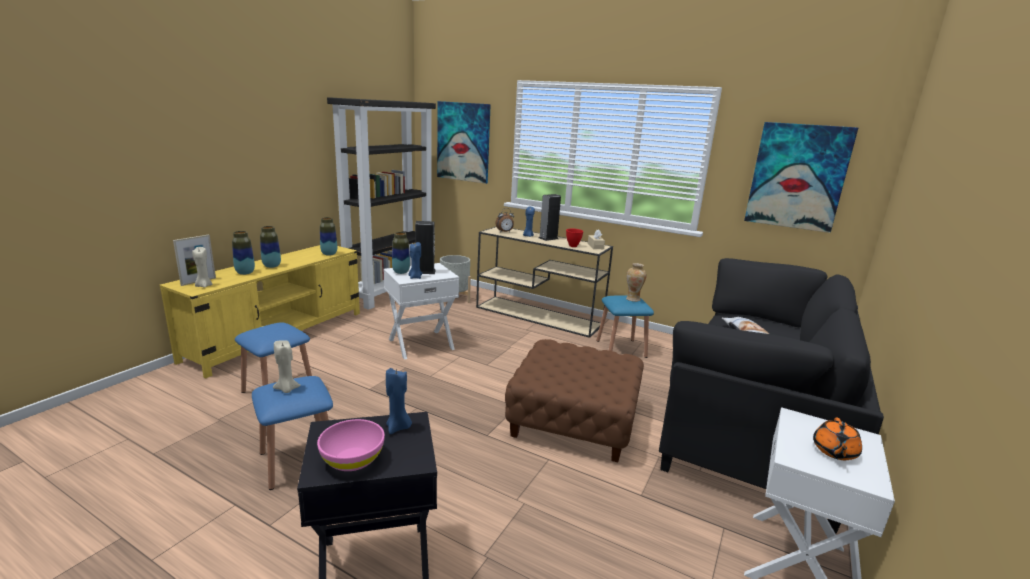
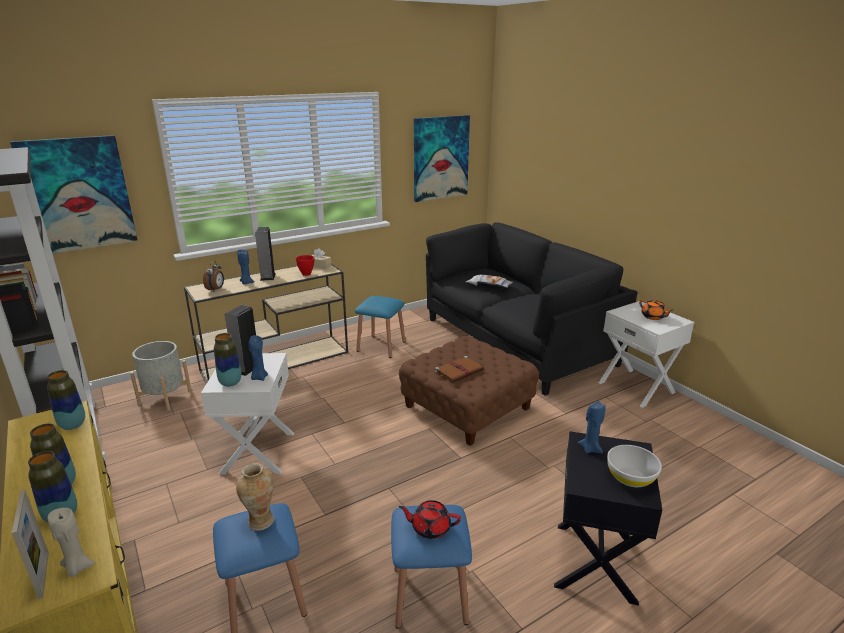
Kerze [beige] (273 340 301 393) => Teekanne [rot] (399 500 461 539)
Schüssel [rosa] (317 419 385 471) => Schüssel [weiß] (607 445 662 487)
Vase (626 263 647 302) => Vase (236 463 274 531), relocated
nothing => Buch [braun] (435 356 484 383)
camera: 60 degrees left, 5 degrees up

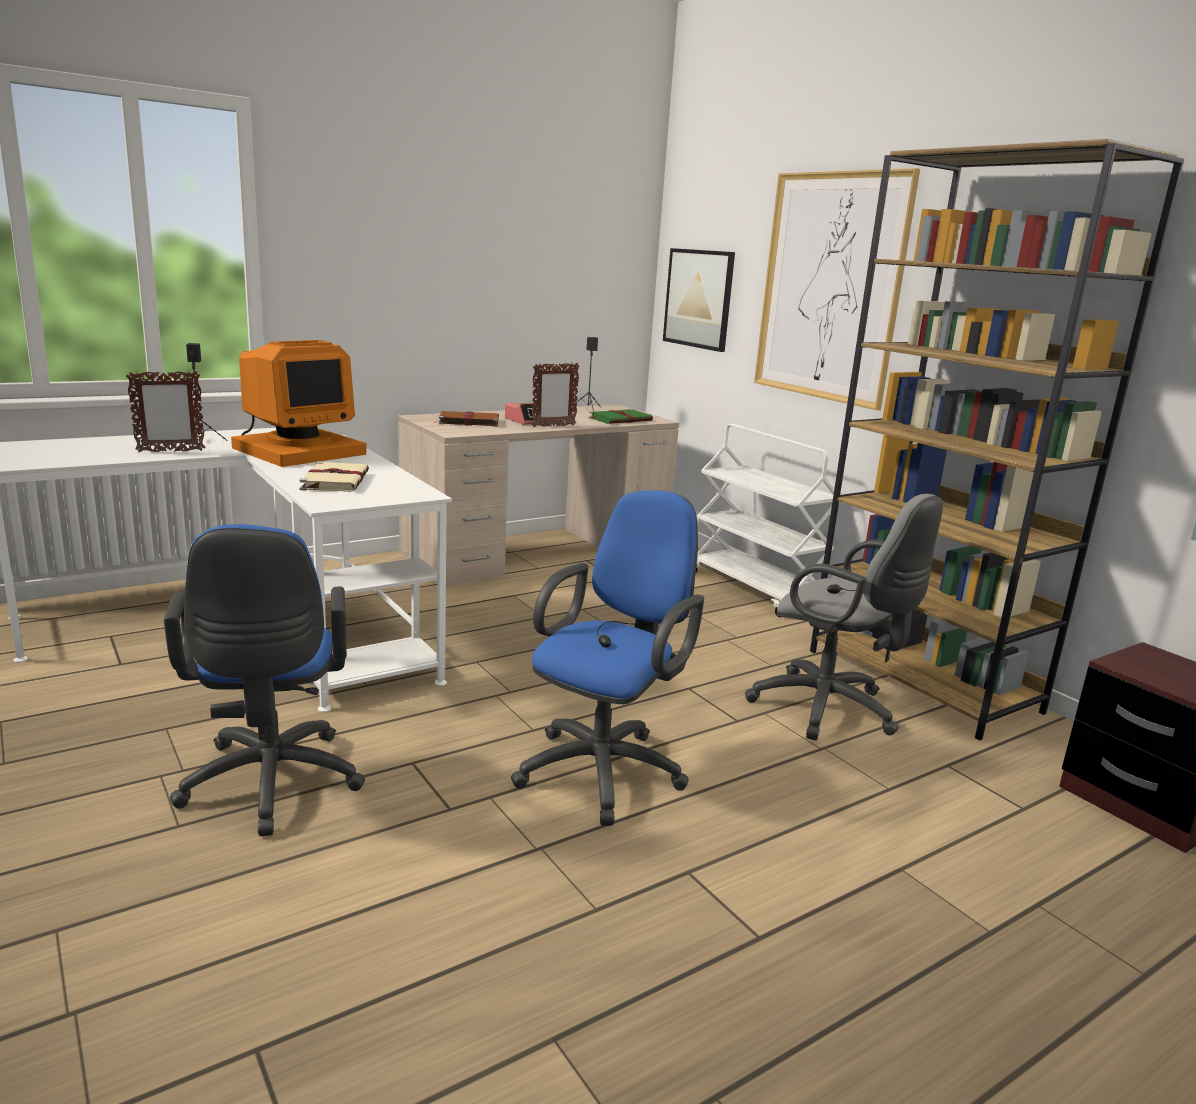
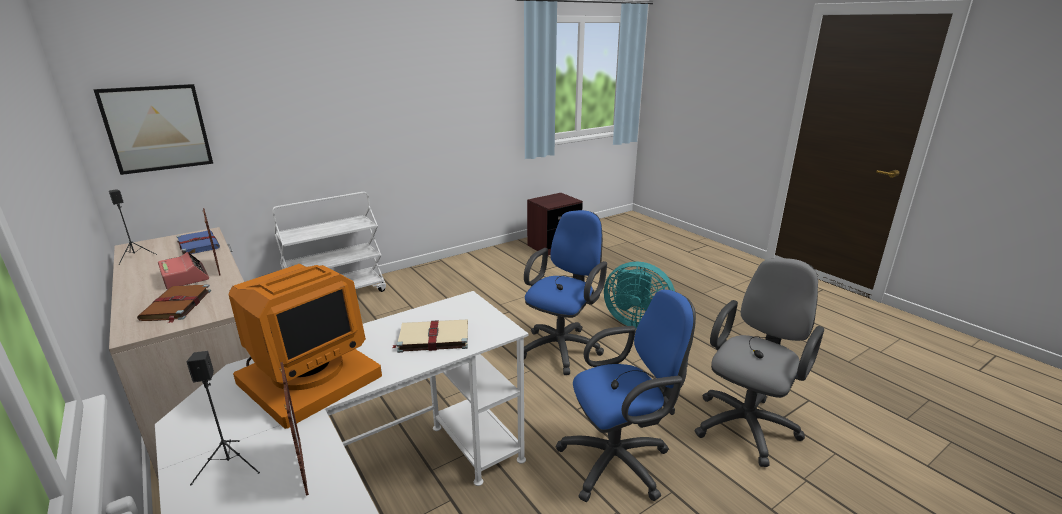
Monitor (231 340 366 467) => Monitor (229 264 382 429), 90 degrees clockwise
Bürostuhl [blau] (511 490 704 826) => Bürostuhl [blau] (524 210 607 375), 90 degrees clockwise
Buch [grün] (589 409 653 424) => Buch [blau] (176 230 220 255)
Bürostuhl [grau] (745 494 943 740) => Bürostuhl [grau] (695 258 824 467), relocated
Bild (754 168 920 410) => nothing
Bücherregal [braun] (810 139 1185 740) => nothing
nothing => Ventilator [türkis] (604 262 675 329)
camera: 90 degrees left, 5 degrees up

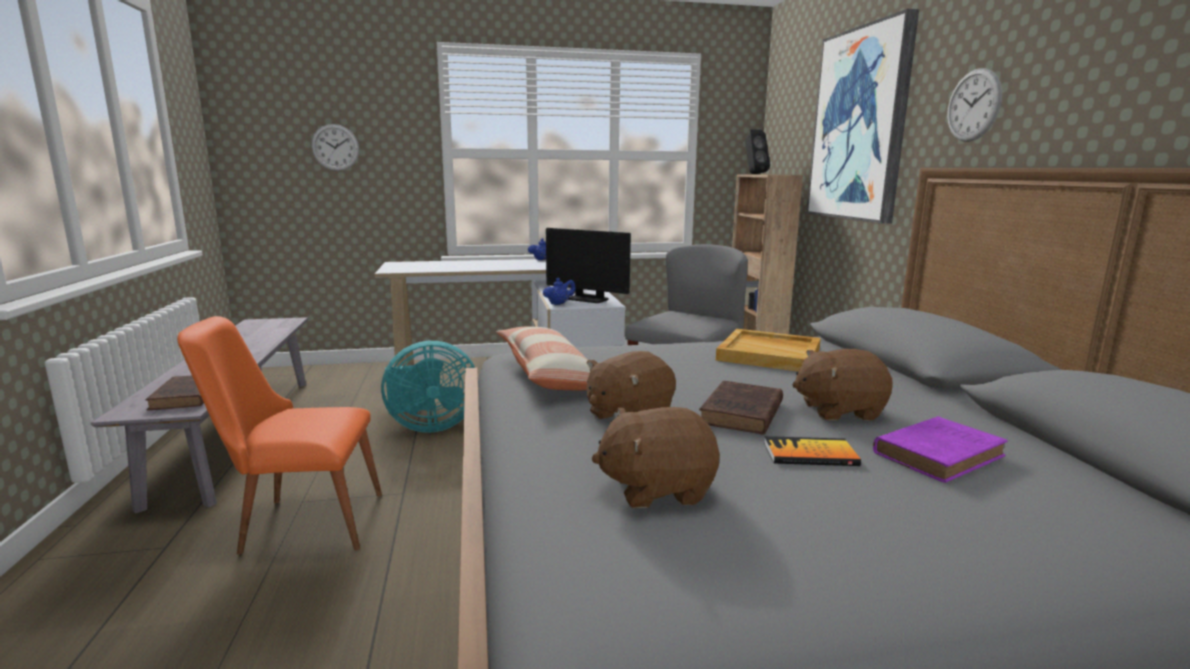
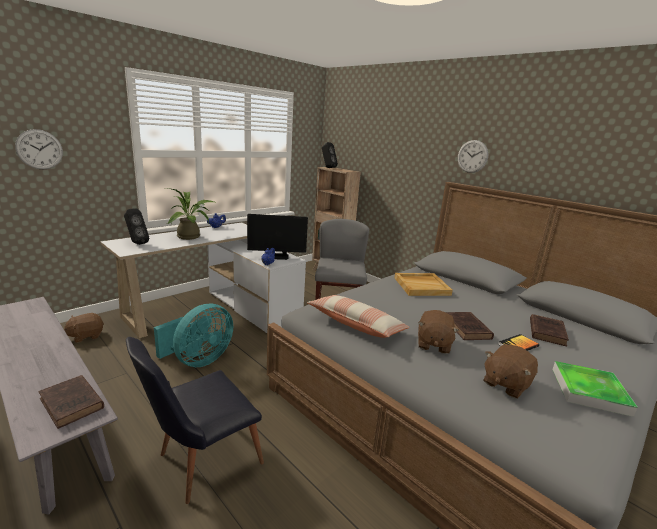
Stuhl [orange] (177 316 382 555) => Stuhl [schwarz] (126 337 264 504)
Plüschtier [braun] (792 349 893 421) => Plüschtier [braun] (64 313 104 343), relocated
Bild (807 9 919 224) => nothing
Buch [lila] (873 416 1008 483) => Buch [braun] (530 314 569 346)
nothing => Lautsprecher [schwarz] (124 208 149 245)
nothing => Topfpflanze (165 188 217 240)
nothing => Tablett (553 361 638 417)
camera: 35 degrees left, 5 degrees up

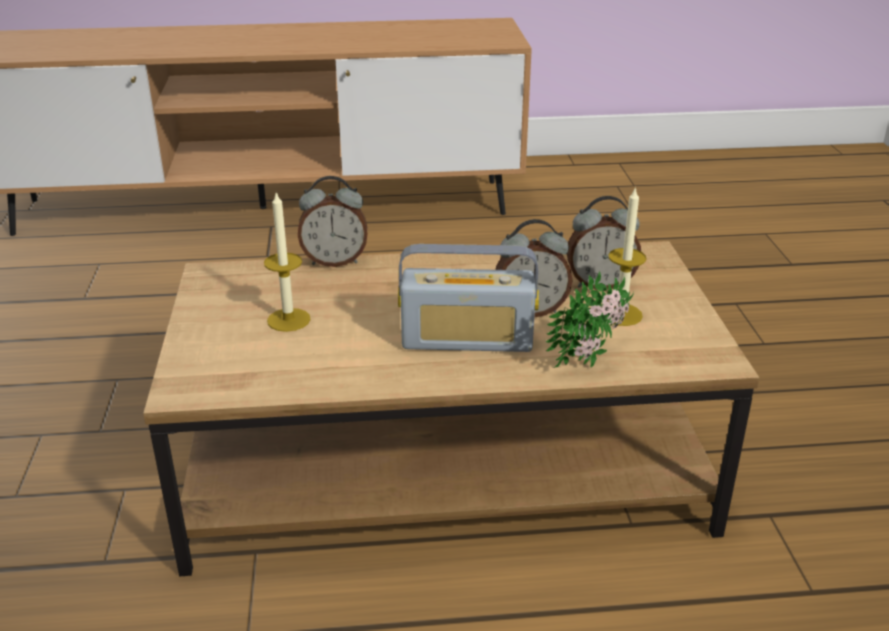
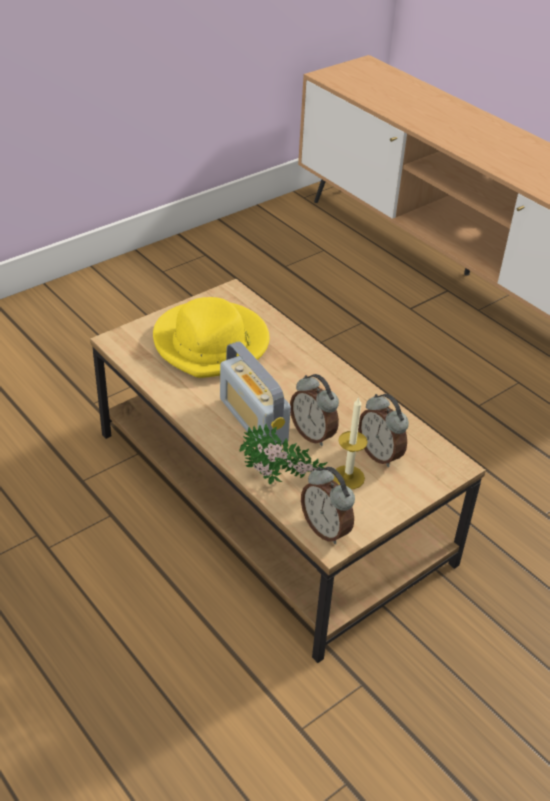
Kerze (264 193 311 332) => Hut [gelb] (153 297 270 378)
Wecker (298 176 368 267) => Wecker (301 467 355 544), relocated
camera: 55 degrees right, 10 degrees up

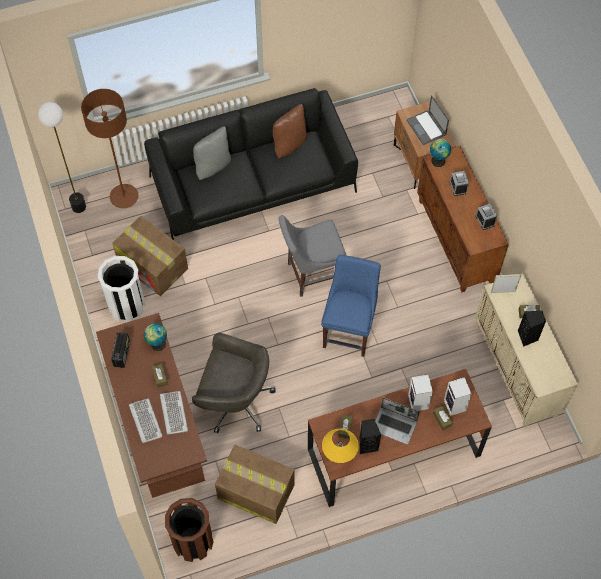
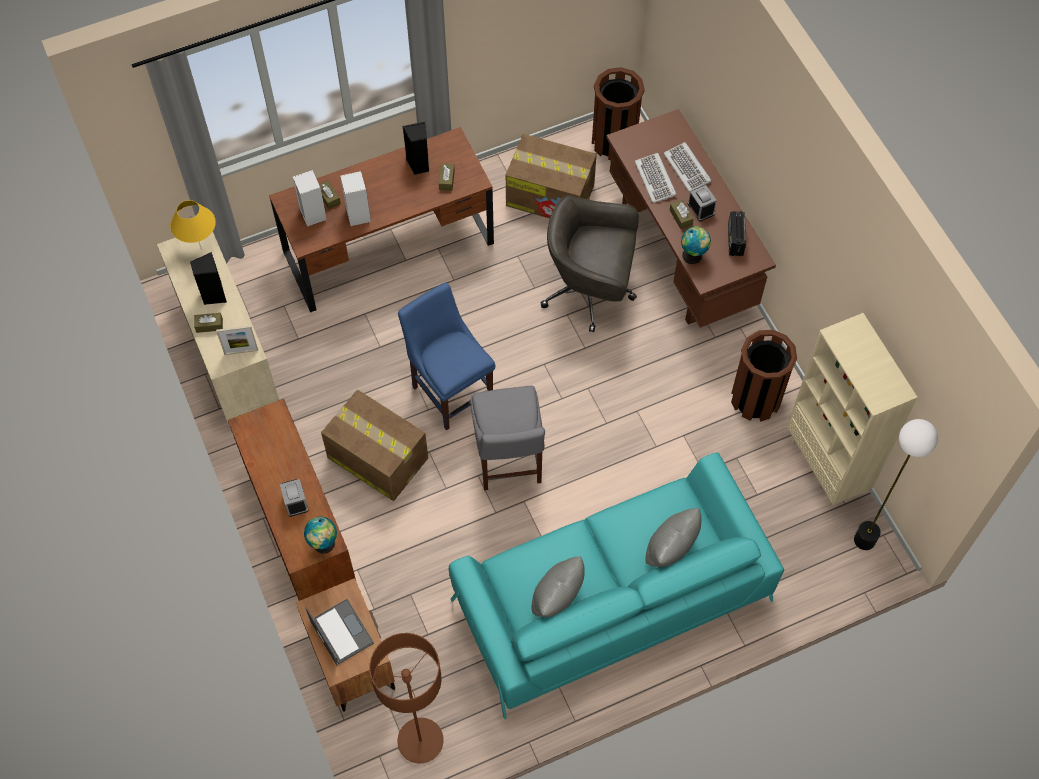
Stehlampe [braun] (81 89 138 208) => Stehlampe [braun] (369 633 444 764), relocated
Mülleimer [weiß] (98 256 145 322) => Mülleimer [braun] (731 330 797 422)
Karton (112 216 188 296) => Karton (321 389 428 501), relocated
Sofa [schwarz] (144 88 358 240) => Sofa [türkis] (449 452 784 719)
Kissen [braun] (273 104 307 158) => Kissen [grau] (531 556 585 617)
Stuhl [grau] (279 215 347 297) => Stuhl [grau] (471 386 545 490), 105 degrees clockwise
Stuhl [blau] (321 255 381 357) => Stuhl [blau] (398 283 496 431), 135 degrees clockwise
Tischlampe [gelb] (322 428 359 463) => Tischlampe [gelb] (170 200 216 250), relocated
Laptop (375 397 420 445) => nothing
Wecker (475 203 497 230) => Wecker (688 185 717 221), relocated
nothing => Bücherregal [beige] (787 313 918 506)
camera: 175 degrees right, 0 degrees up

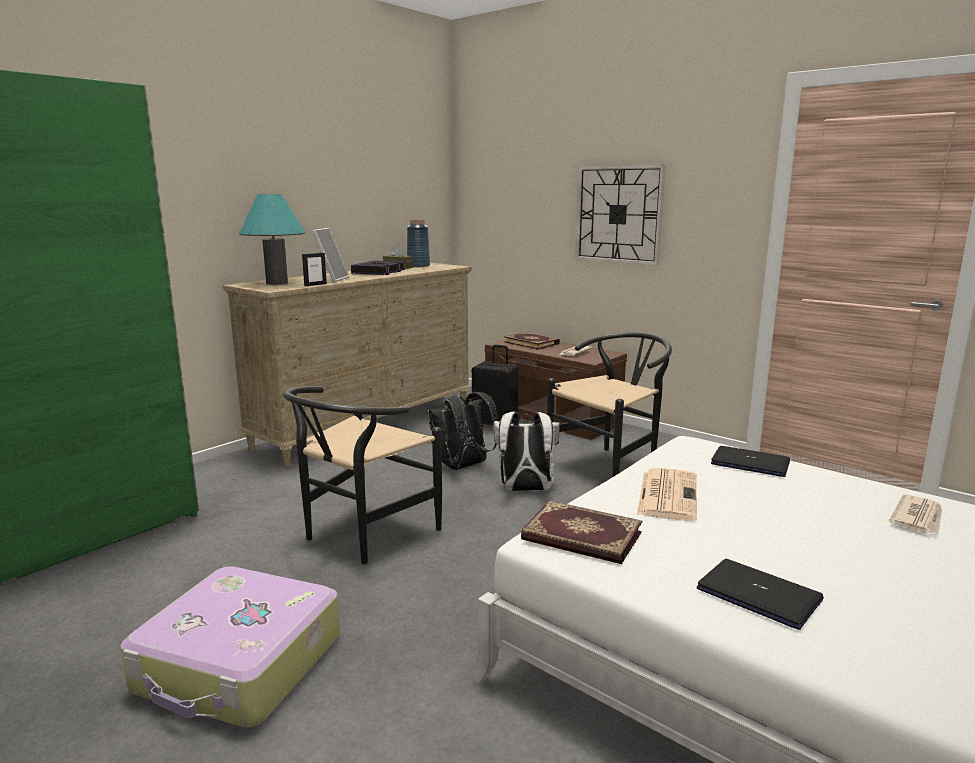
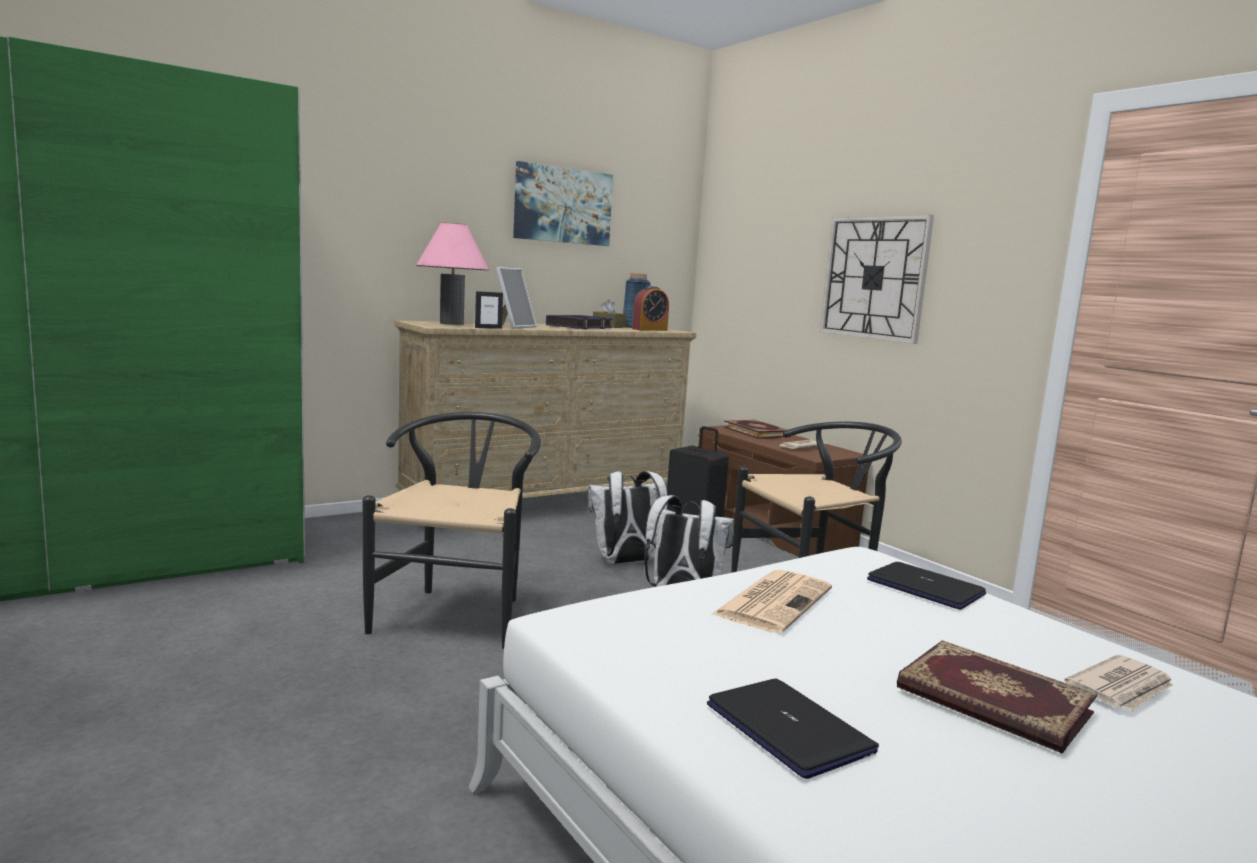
Koffer (120 566 340 728) => nothing
Tischlampe [türkis] (239 194 306 285) => Tischlampe [rosa] (416 223 489 325)
Stuhl [schwarz] (283 386 442 564) => Stuhl [schwarz] (362 412 541 649), 135 degrees clockwise
Rucksack [schwarz] (428 392 498 470) => Rucksack [weiß] (588 471 668 564)
Buch (521 500 642 564) => Buch (897 640 1097 753), relocated
nothing => Bild (513 161 613 246)
nothing => Wecker (632 286 669 331)
camera: 15 degrees right, 5 degrees down

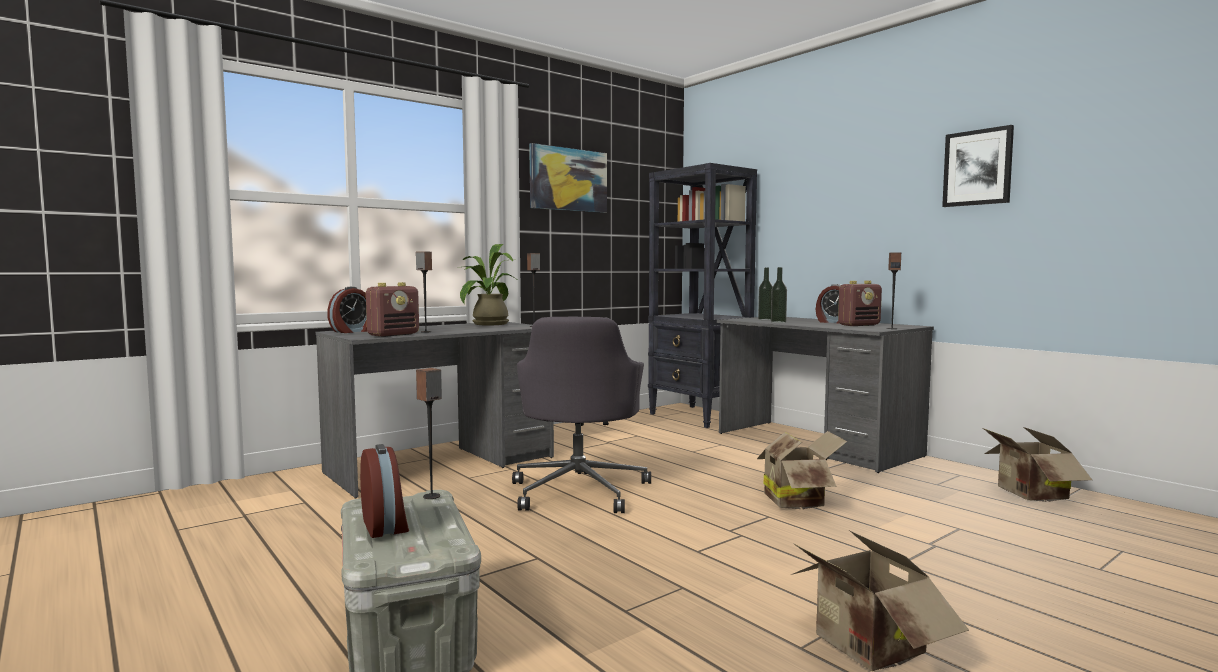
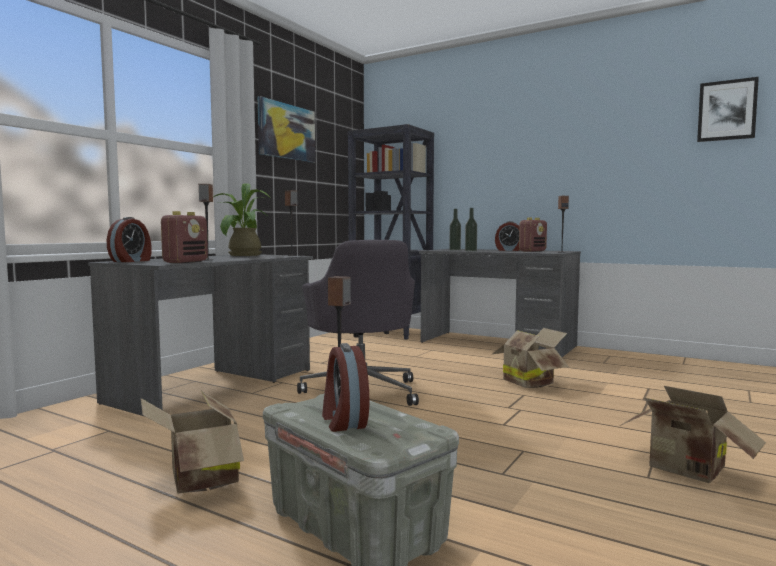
Wecker (360 444 409 538) => Wecker (322 343 369 432), 150 degrees counterclockwise
Bild (942 125 1014 207) => Bild (697 77 759 142), relocated
Karton (983 427 1092 502) => Karton (141 391 244 494), relocated
camera: 20 degrees left, 0 degrees up

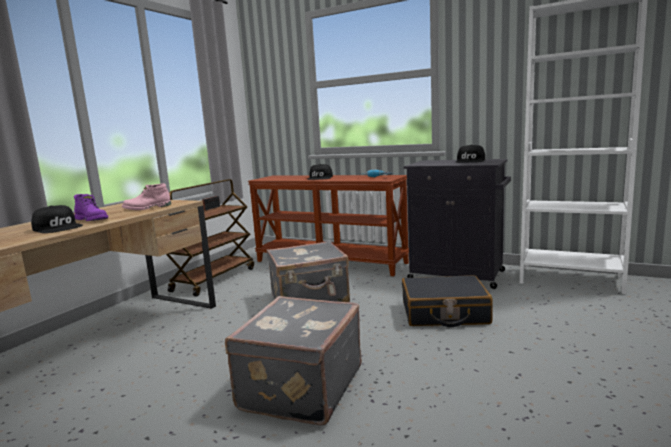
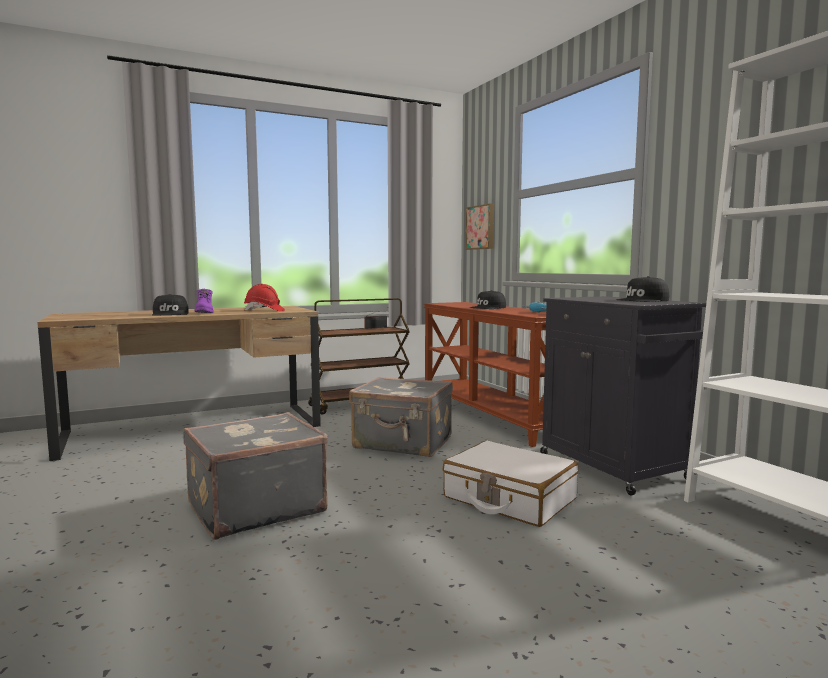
Stiefel [rosa] (122 183 171 210) => Schutzhelm [rot] (244 284 285 311)
Koffer [schwarz] (402 275 493 327) => Koffer [weiß] (443 441 578 527)
nothing => Bild (466 203 494 250)
camera: 35 degrees right, 5 degrees down

